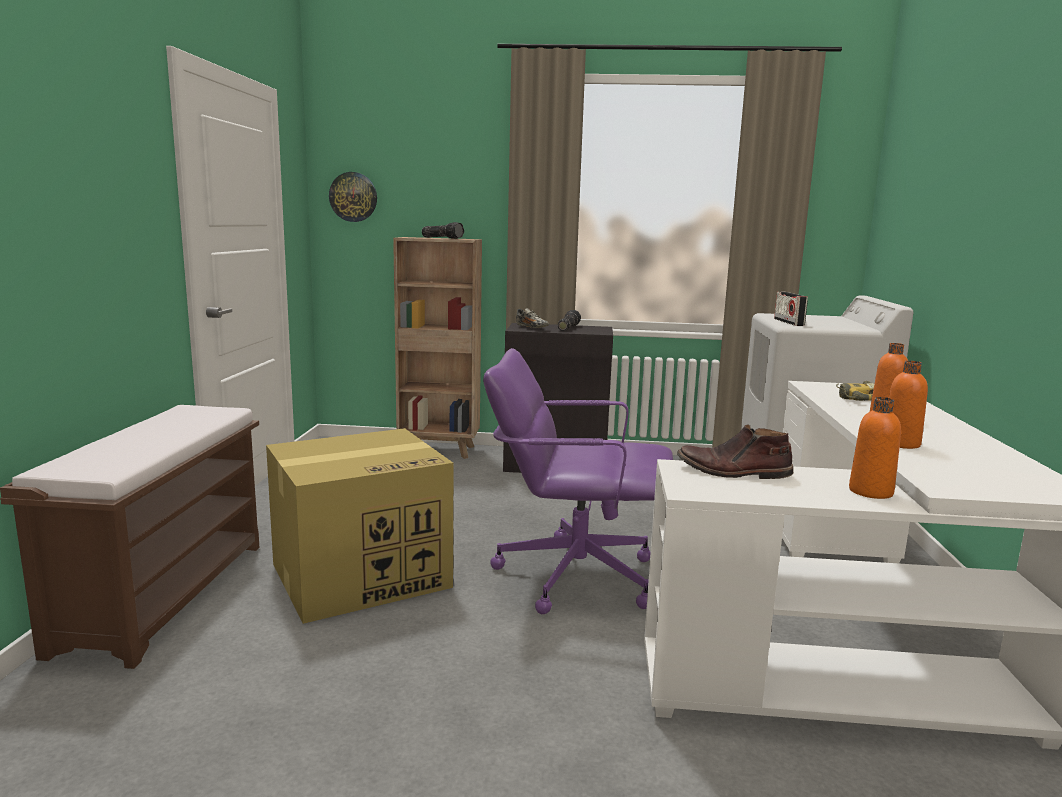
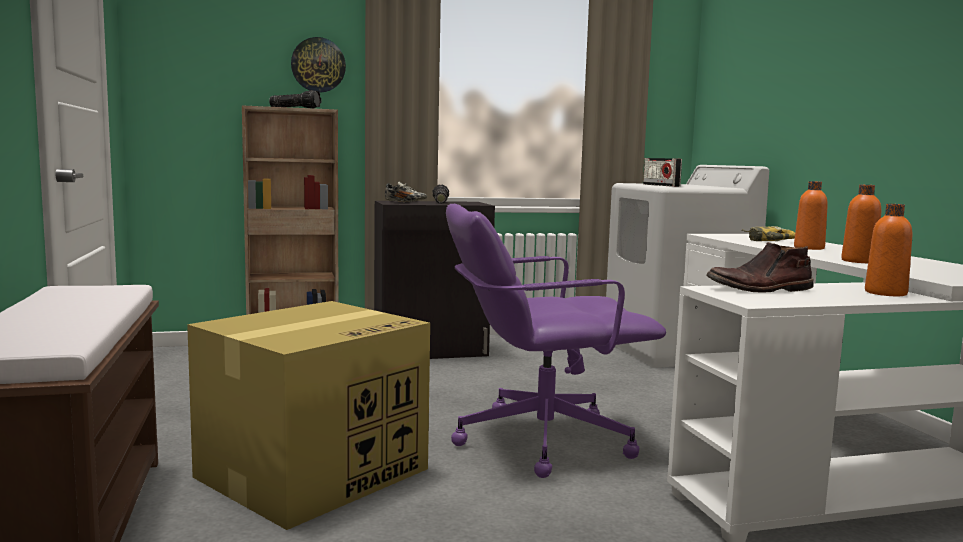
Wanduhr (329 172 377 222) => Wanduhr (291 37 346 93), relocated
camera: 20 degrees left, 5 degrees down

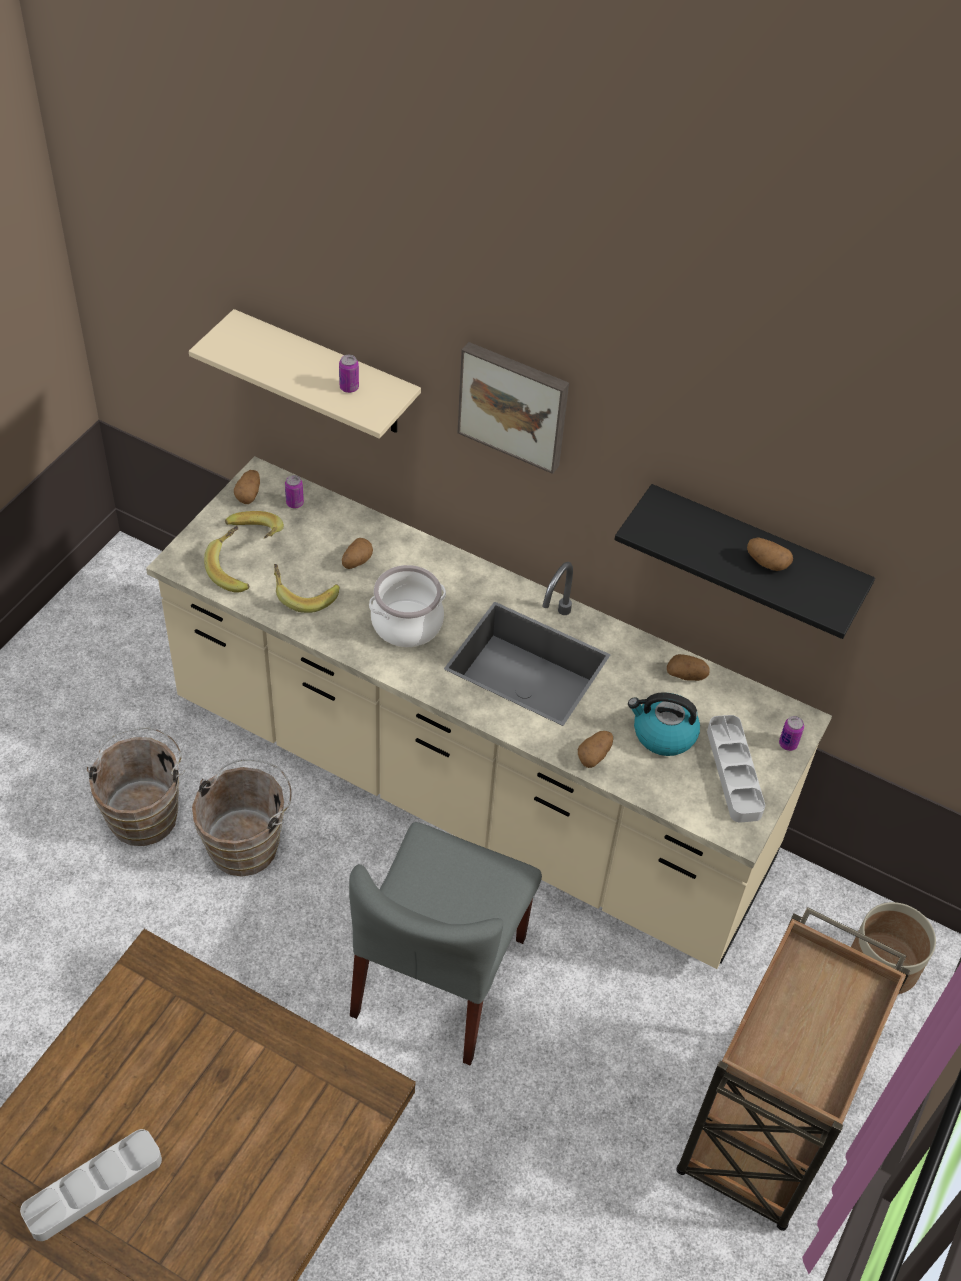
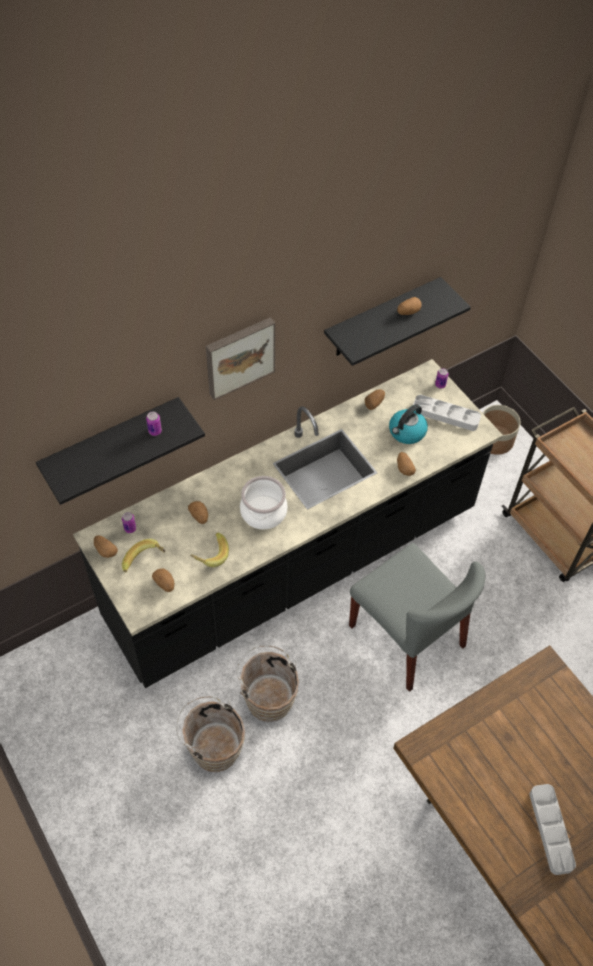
Küchenzeile [beige] (146 456 832 969) => Küchenzeile [schwarz] (73 359 503 688)
Wandregal [beige] (189 309 421 439) => Wandregal [schwarz] (36 397 205 505)
Banane (204 526 250 593) => Kartoffel (152 568 174 592)
camera: 60 degrees left, 5 degrees up

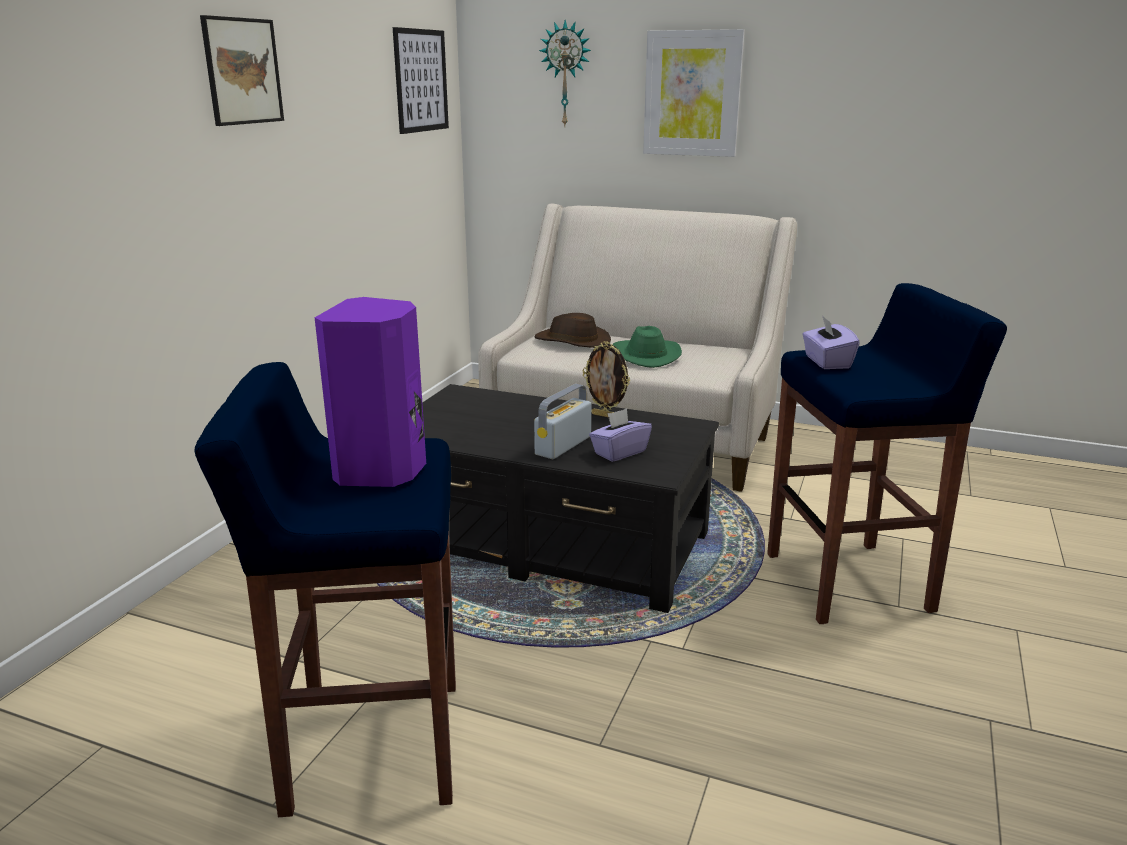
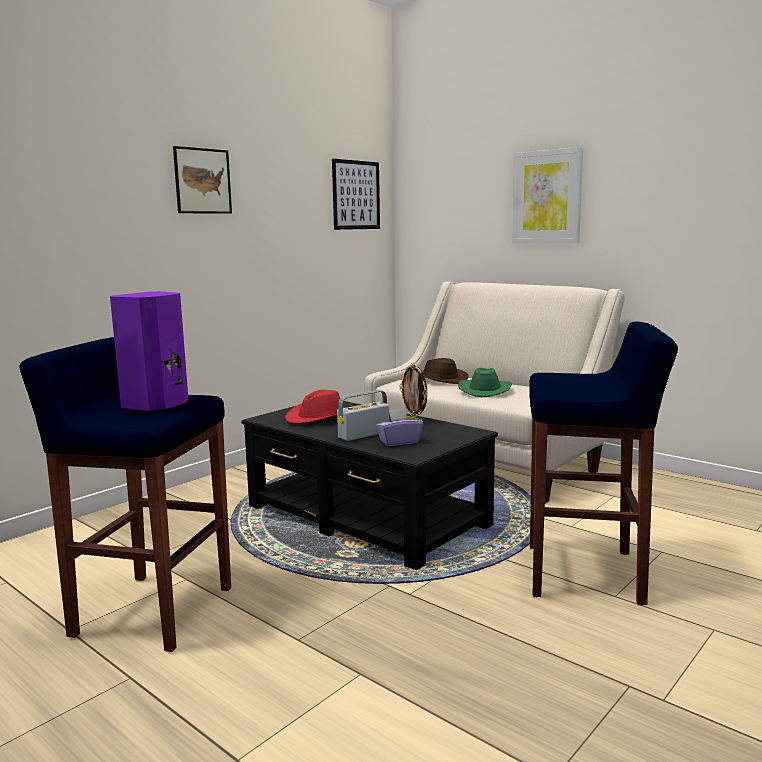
Wanduhr (539 20 591 128) => nothing
Taschentuchbox [lila] (802 315 860 369) => nothing
nothing => Hut [rot] (285 390 344 424)
camera: 20 degrees right, 10 degrees down

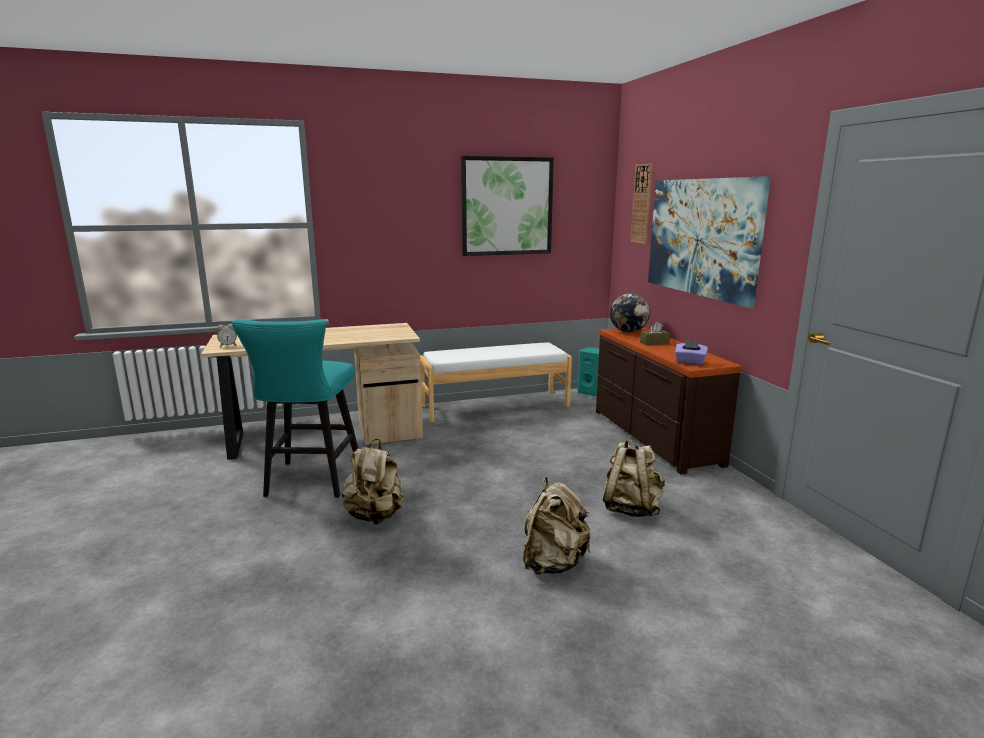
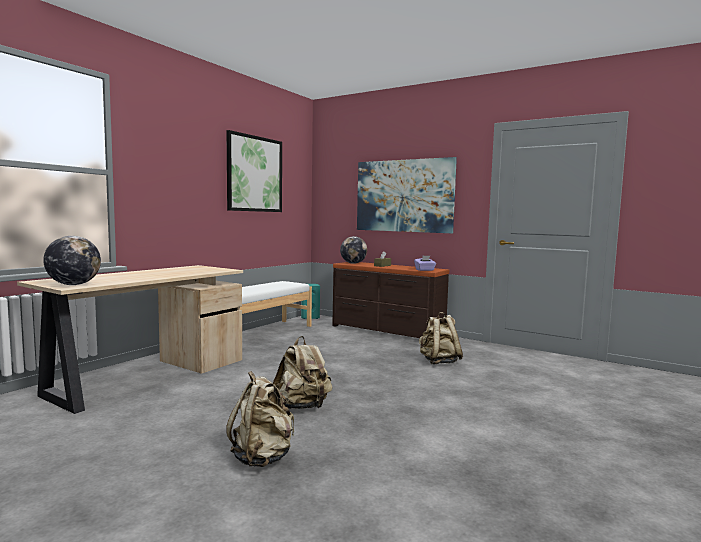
Wecker (217 324 237 347) => Globus (43 236 101 285)
Hocker [türkis] (232 319 359 498) => nothing
Rucksack [beige] (523 477 591 575) => Rucksack [beige] (226 371 294 467), relocated
Wanduhr (630 163 653 244) => nothing
camera: 40 degrees left, 10 degrees down

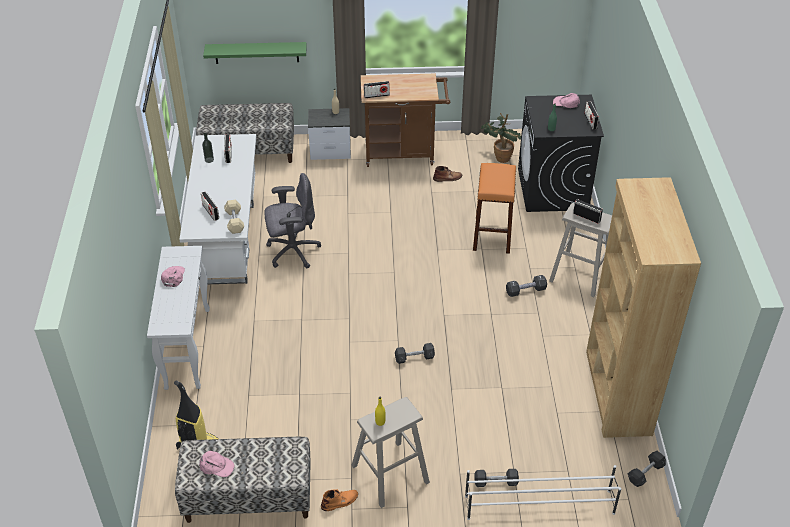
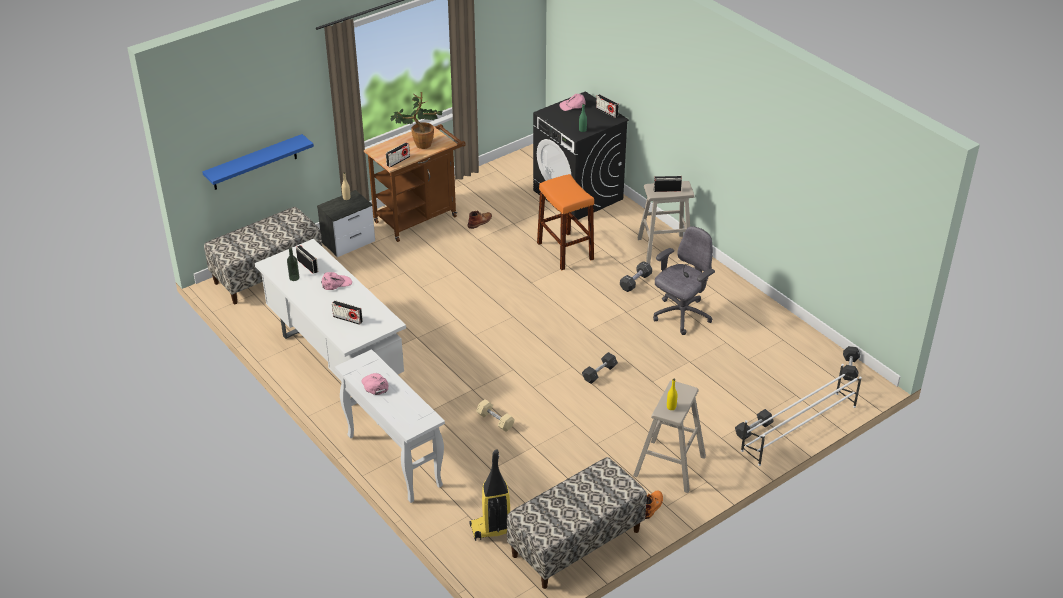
Kappe [rosa] (199 451 234 477) => Kappe [rosa] (321 272 352 290), relocated
Wandregal [grün] (203 42 307 64) => Wandregal [blau] (202 134 314 190)
Hantel [beige] (224 200 244 234) => Hantel [beige] (476 399 515 432), relocated
Bürostuhl [grau] (264 173 321 268) => Bürostuhl [grau] (653 226 715 335), relocated
Topfpflanze (481 113 521 163) => Topfpflanze (390 92 442 149), relocated
Bücherregal [braun] (586 177 701 438) => nothing
camera: 35 degrees left, 5 degrees down

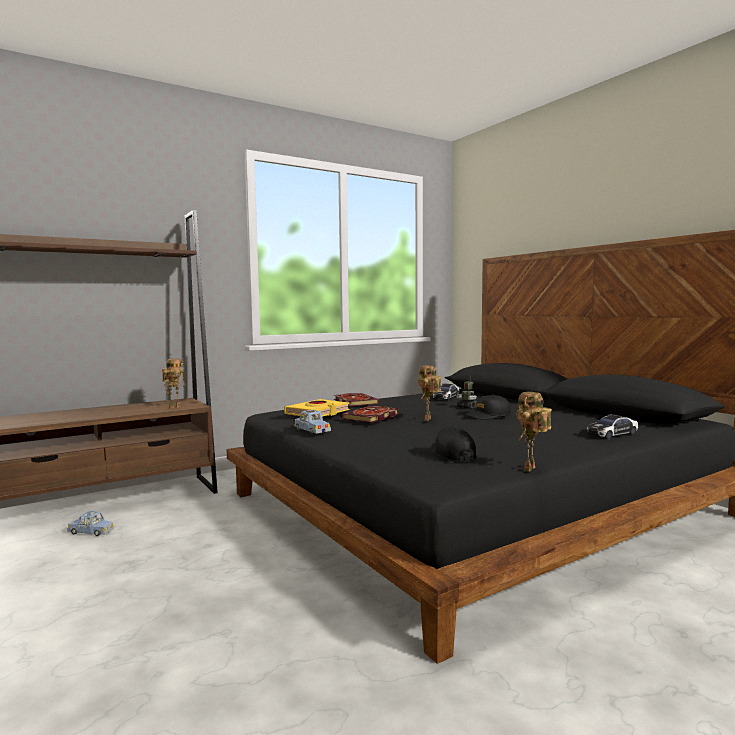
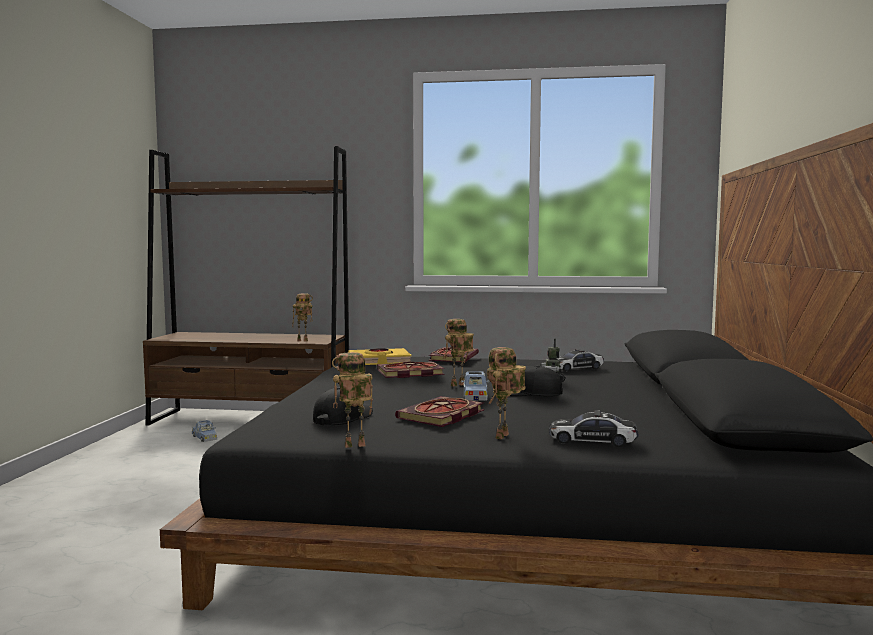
Spielzeugauto [blau] (294 410 331 434) => Spielzeugauto [blau] (461 371 489 401), relocated
nothing => Buch (395 396 484 427)
nothing => Spielzeugroboter (487 347 526 439)
camera: 40 degrees right, 0 degrees up

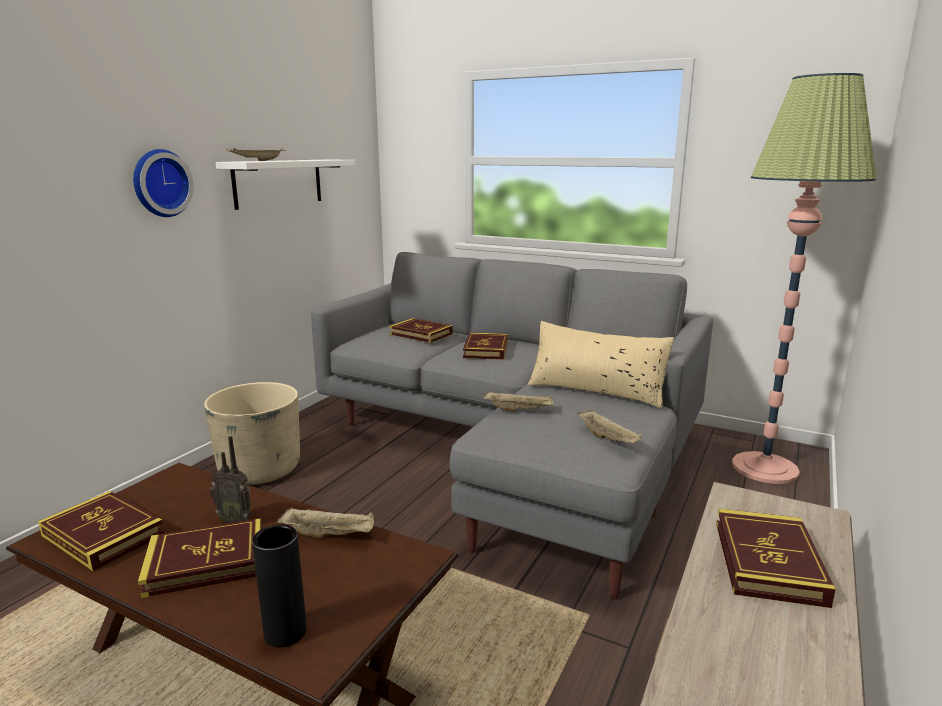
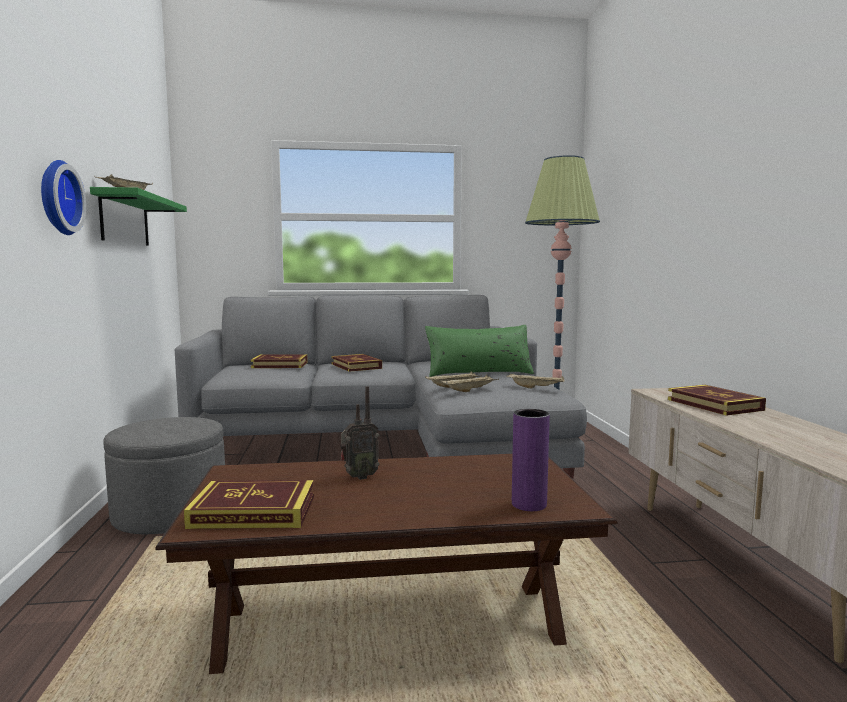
Buch (138 518 262 598) => nothing
Pflanzkübel [beige] (204 382 300 485) => Polsterhocker [grau] (103 417 225 534)
Wandregal [weiß] (216 160 355 210) => Wandregal [grün] (90 187 187 246)
Vase [schwarz] (252 524 307 648) => Vase [lila] (512 409 550 511)
Tablett [beige] (278 507 374 539) => Tablett [beige] (441 375 499 392), relocated
Kissen [beige] (528 321 674 408) => Kissen [grün] (425 325 534 377)
camera: 35 degrees left, 10 degrees down

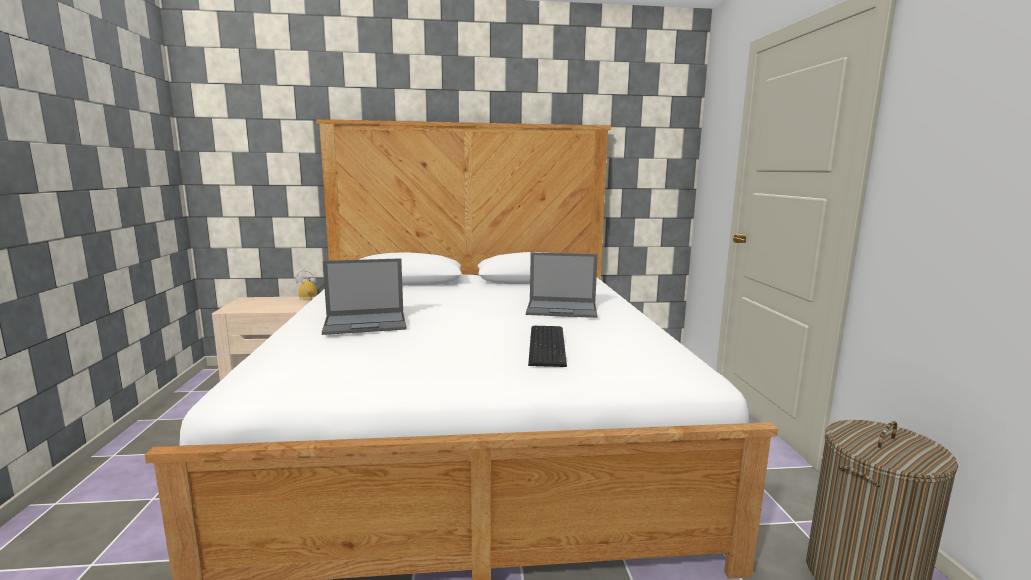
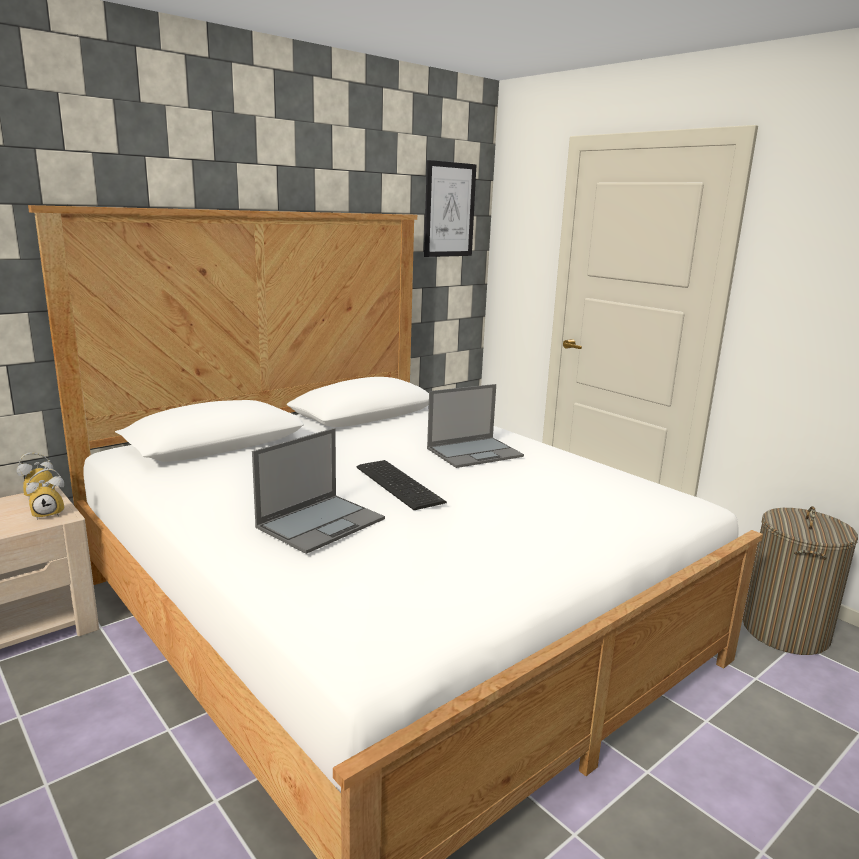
Tastatur (528 326 567 367) => Tastatur (357 460 447 510), relocated
nothing => Wecker (26 468 65 520)
nothing => Bild (424 160 476 257)
camera: 35 degrees left, 5 degrees up

